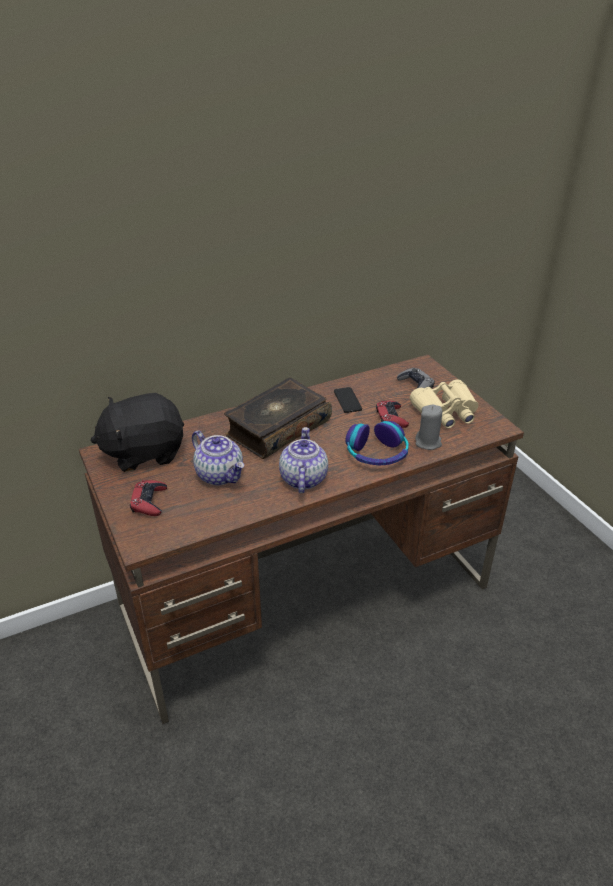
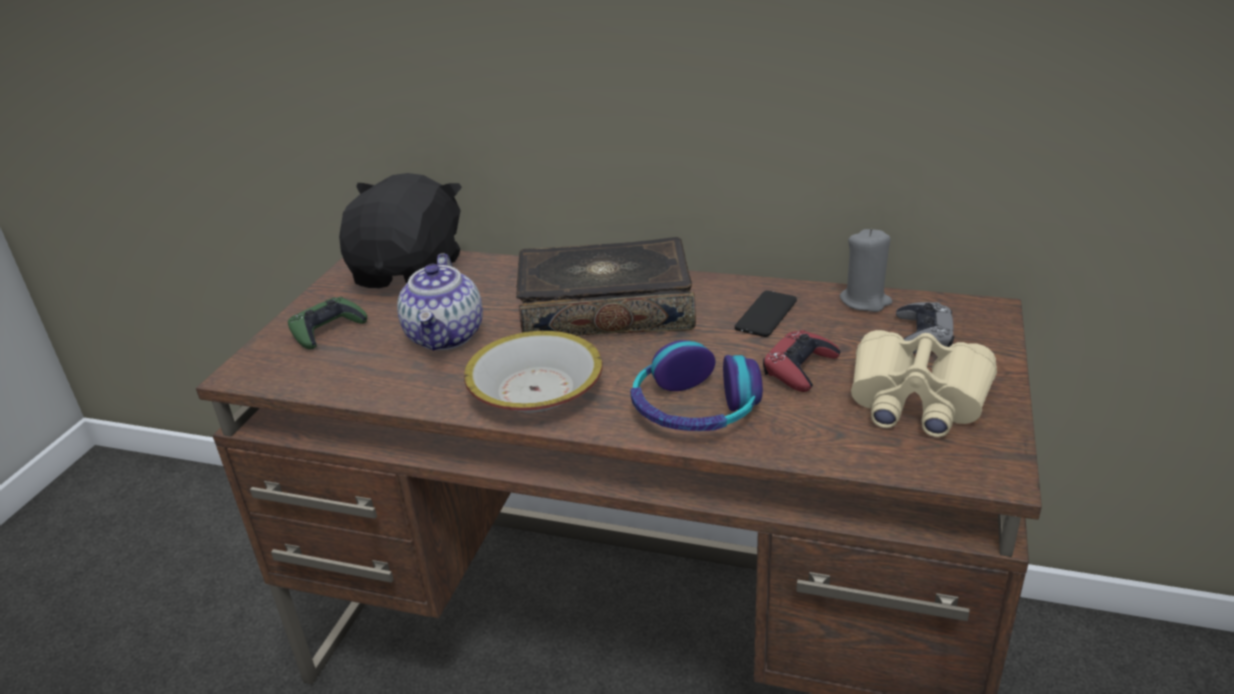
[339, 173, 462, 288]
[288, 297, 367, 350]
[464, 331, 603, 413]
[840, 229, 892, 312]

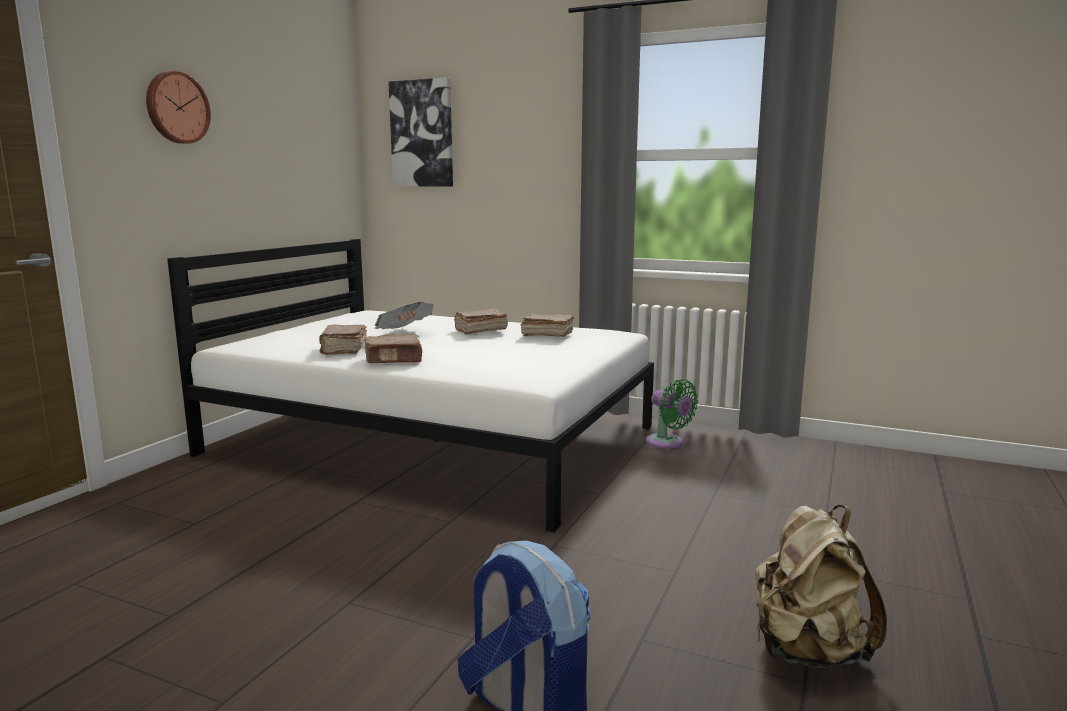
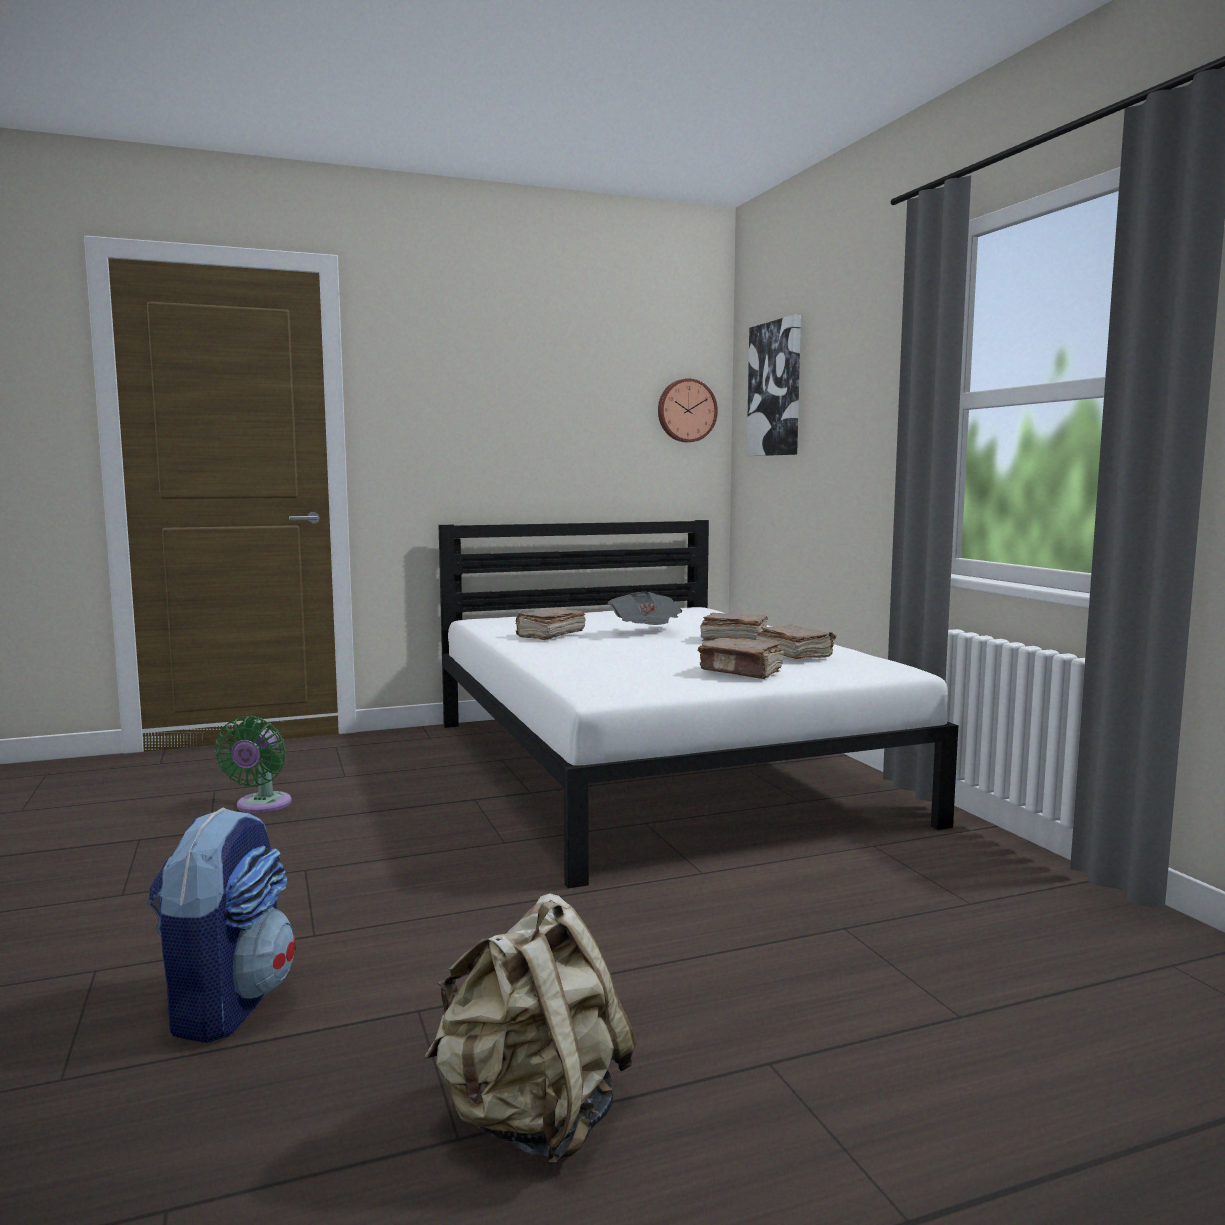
[658, 378, 718, 442]
[698, 638, 784, 679]
[215, 716, 292, 813]

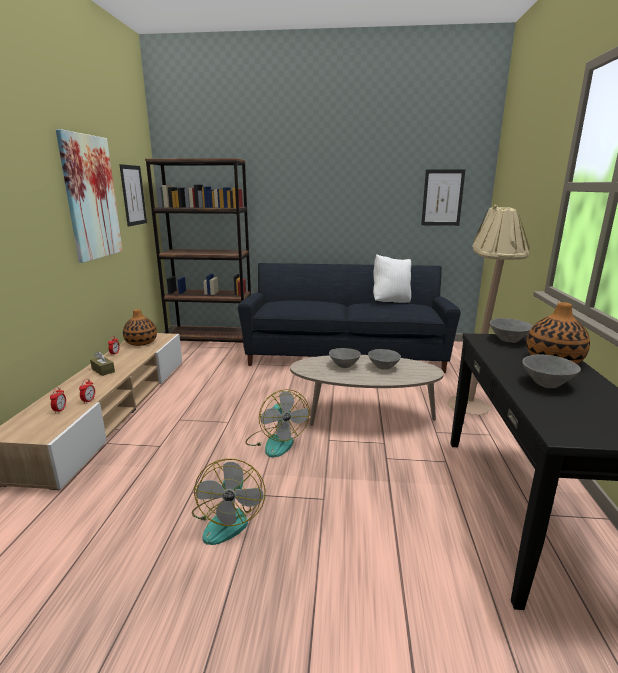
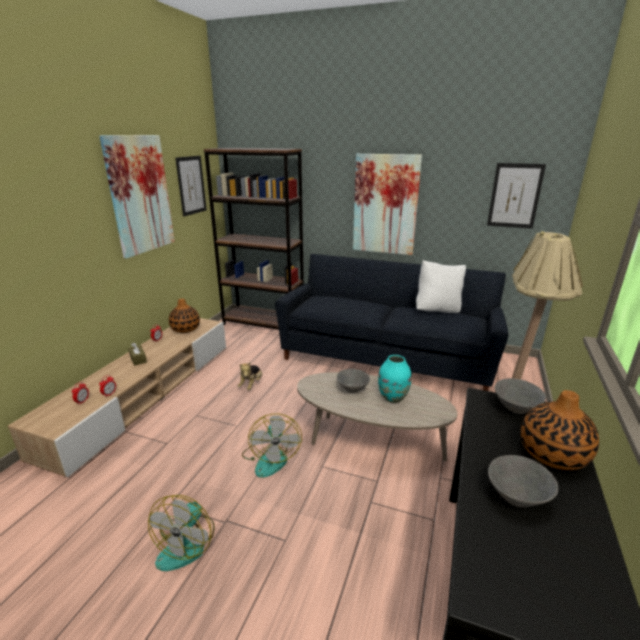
[378, 355, 411, 403]
[237, 362, 262, 390]
[353, 154, 422, 255]

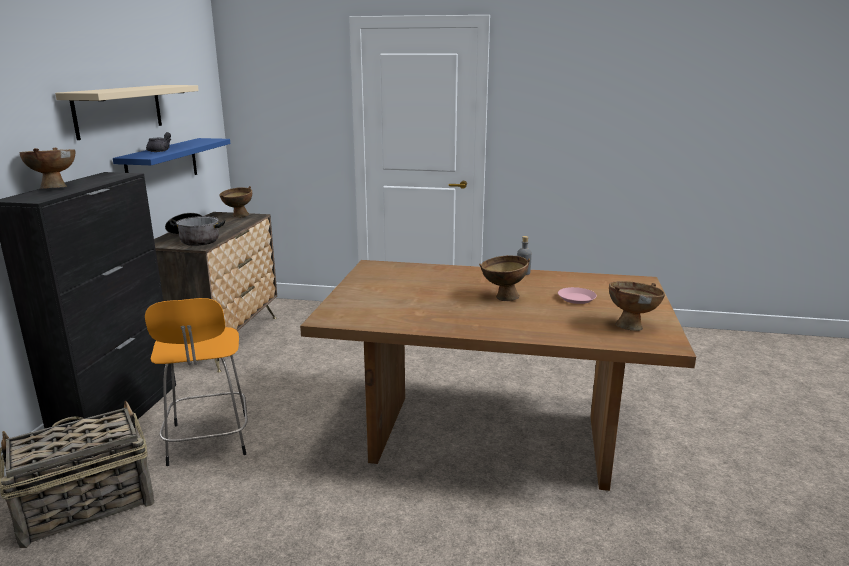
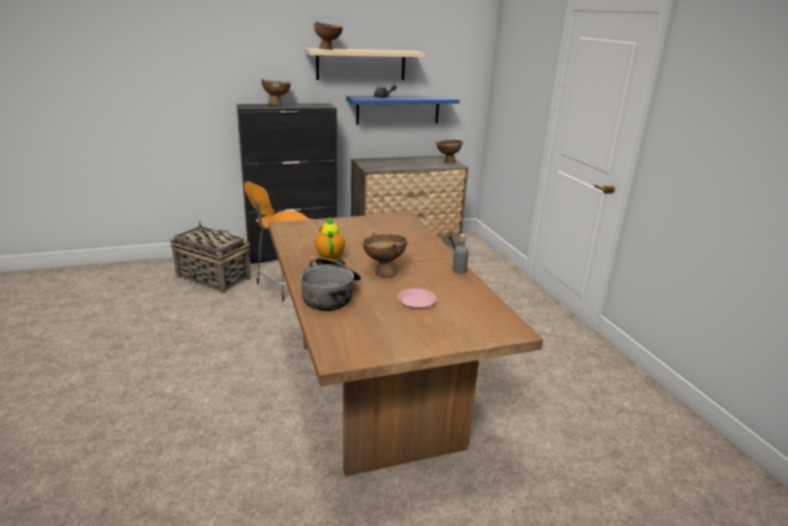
[300, 258, 361, 311]
[314, 21, 343, 50]
[315, 217, 345, 260]

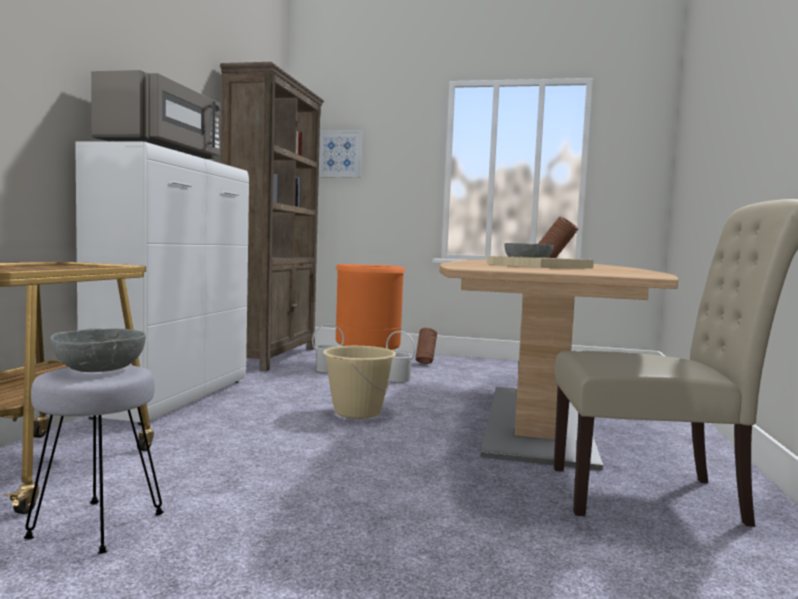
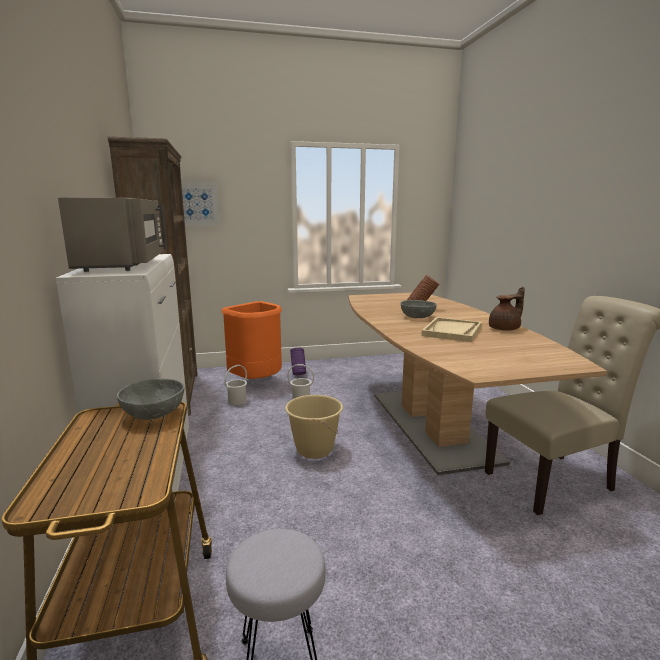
[117, 378, 184, 420]
[290, 348, 306, 375]
[489, 287, 525, 331]

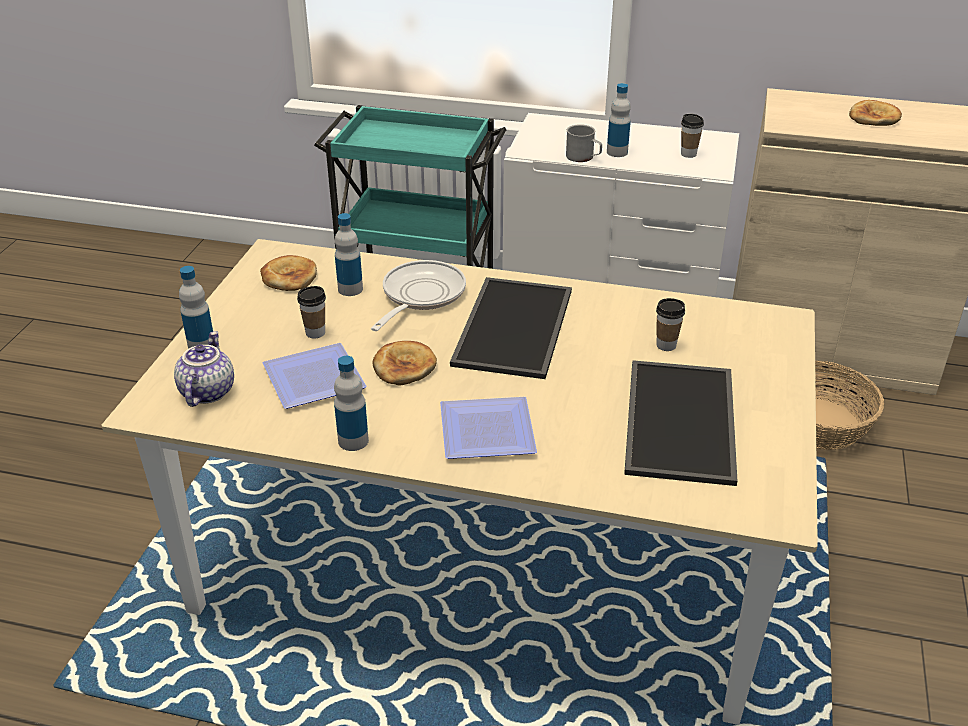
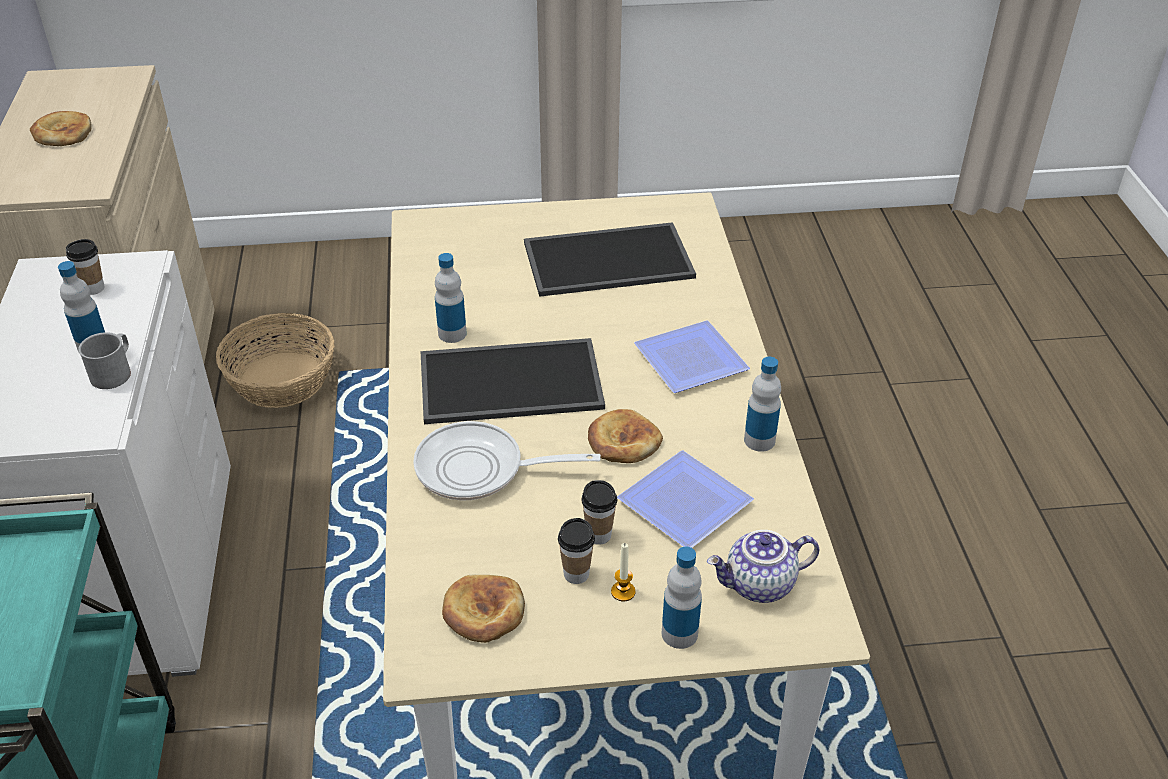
[435, 253, 467, 343]
[558, 518, 595, 584]
[611, 543, 635, 601]

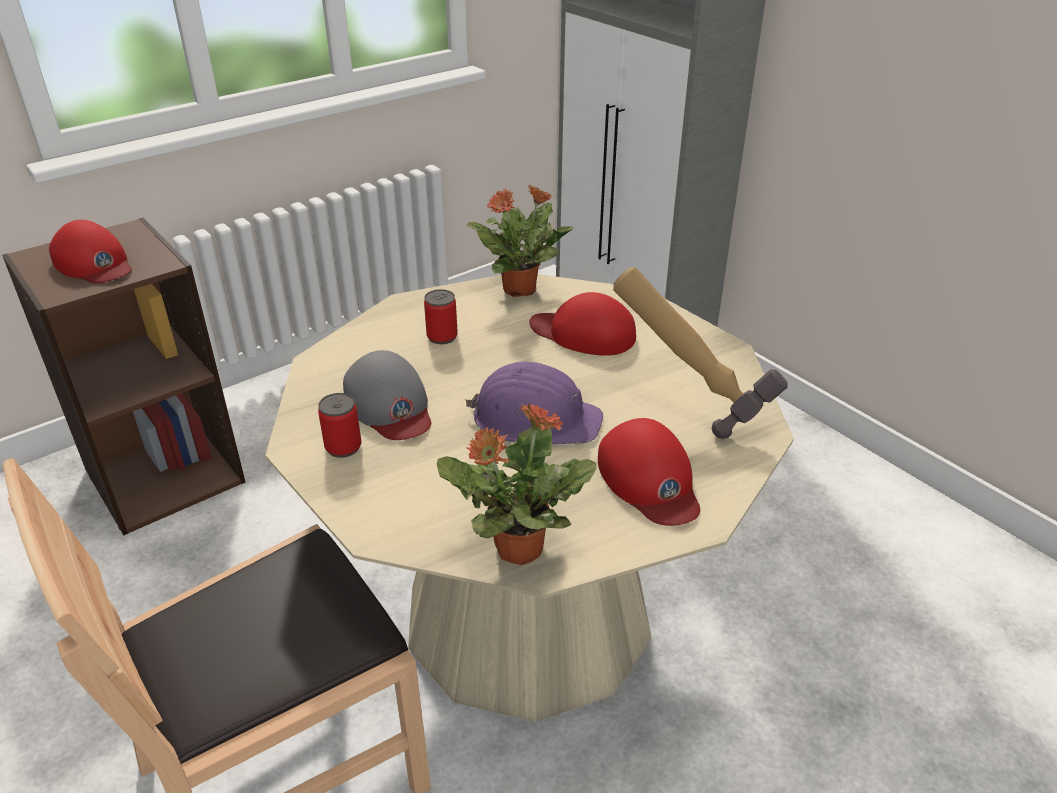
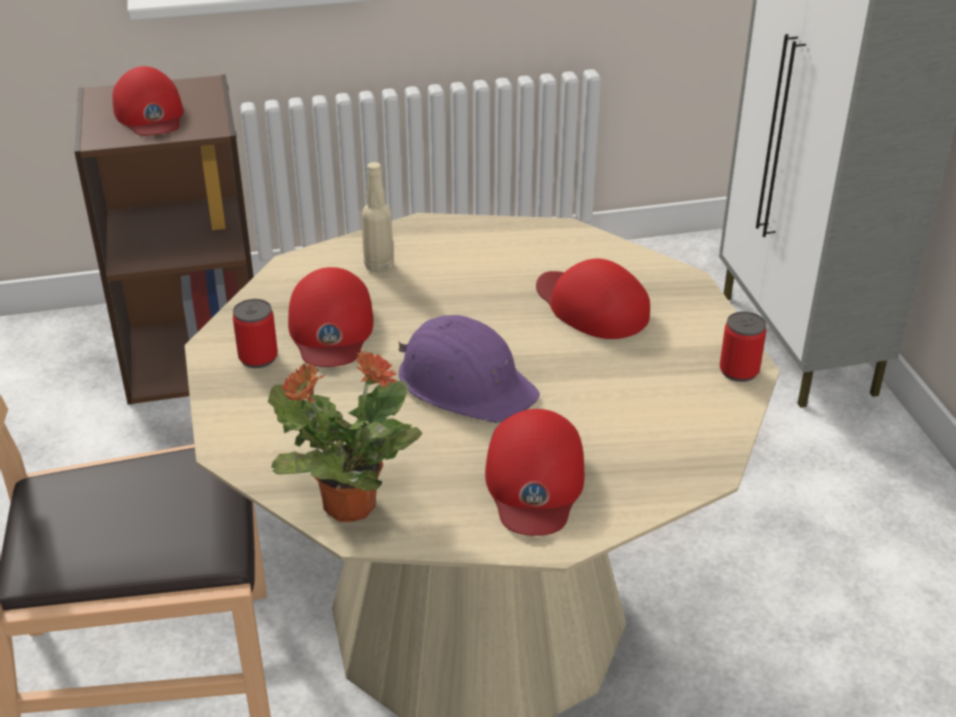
[288, 267, 373, 367]
[720, 312, 767, 382]
[467, 185, 574, 297] (first image)
[613, 268, 788, 439] (first image)
[362, 162, 394, 273]

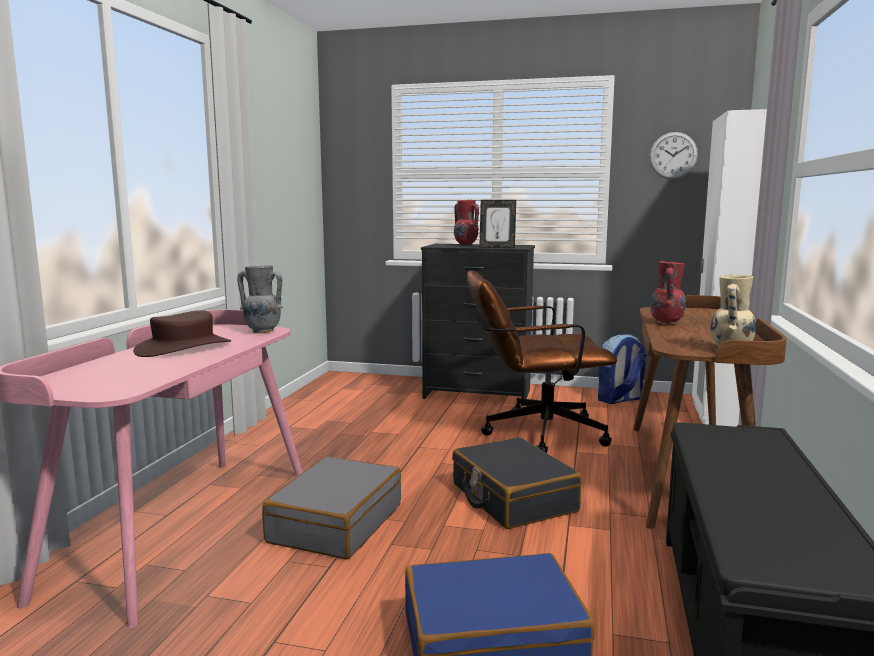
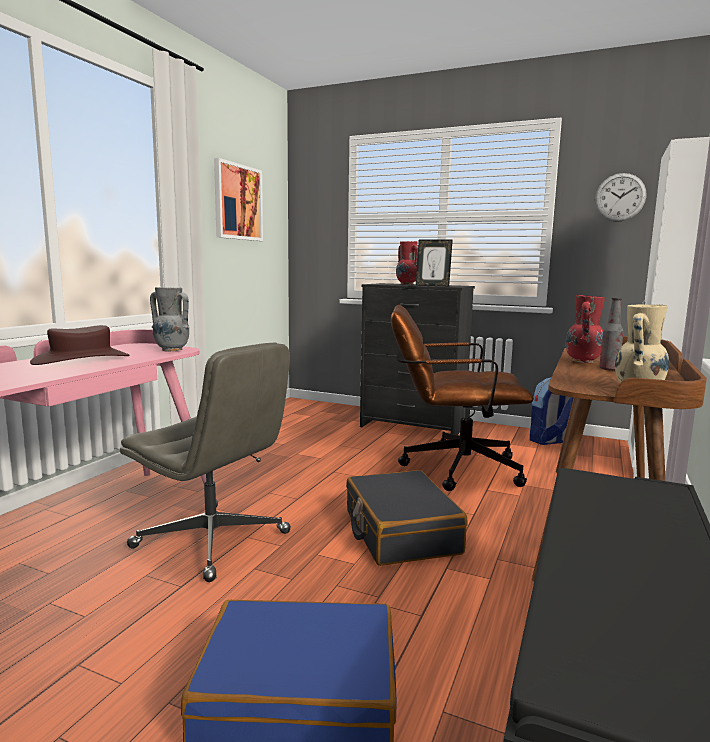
[120, 343, 291, 582]
[214, 158, 263, 241]
[599, 298, 624, 371]

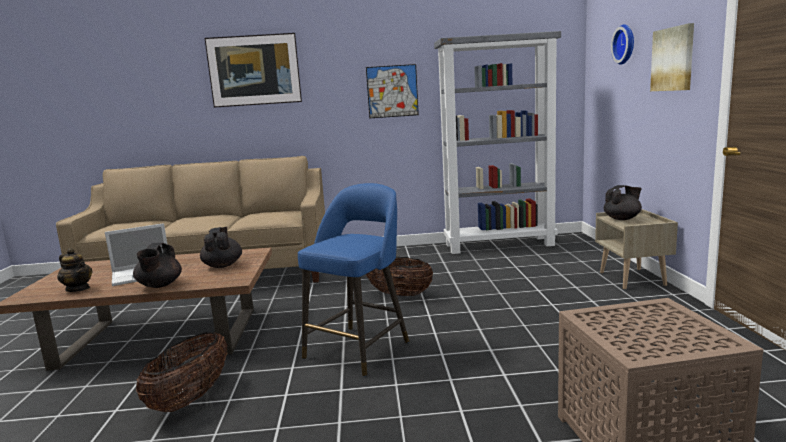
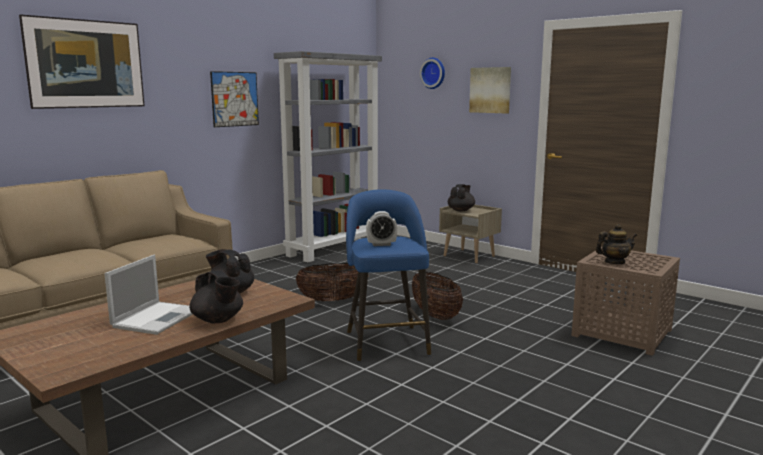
[596, 224, 637, 264]
[412, 272, 463, 320]
[366, 211, 397, 246]

